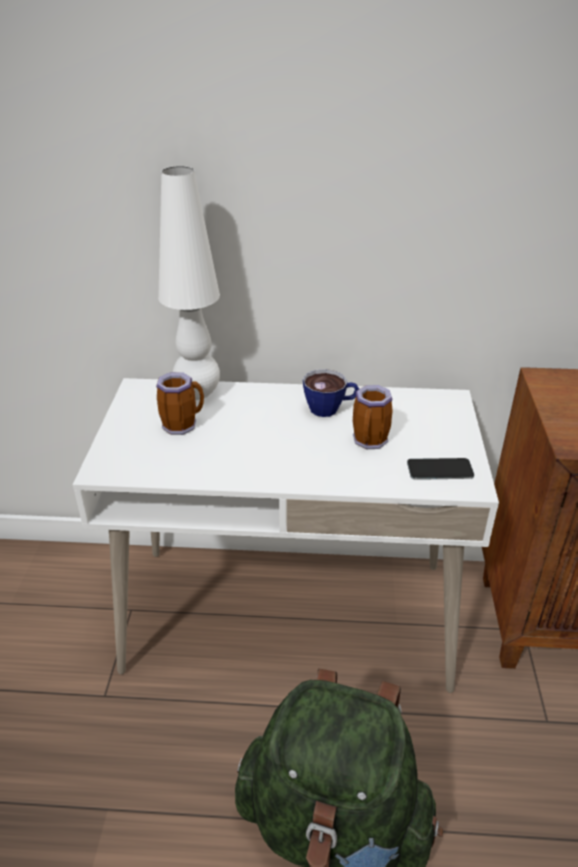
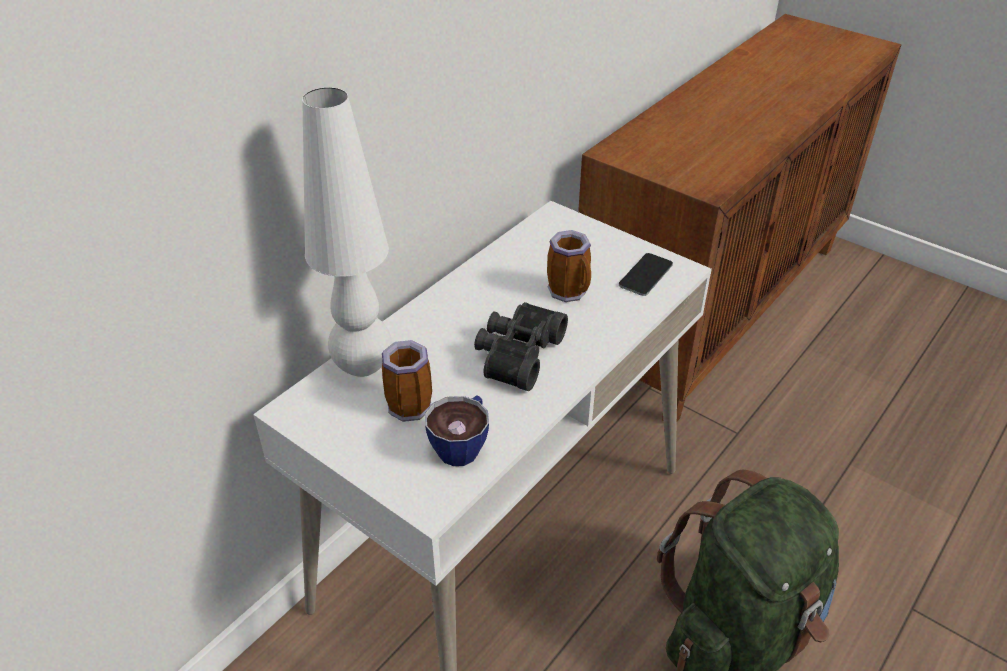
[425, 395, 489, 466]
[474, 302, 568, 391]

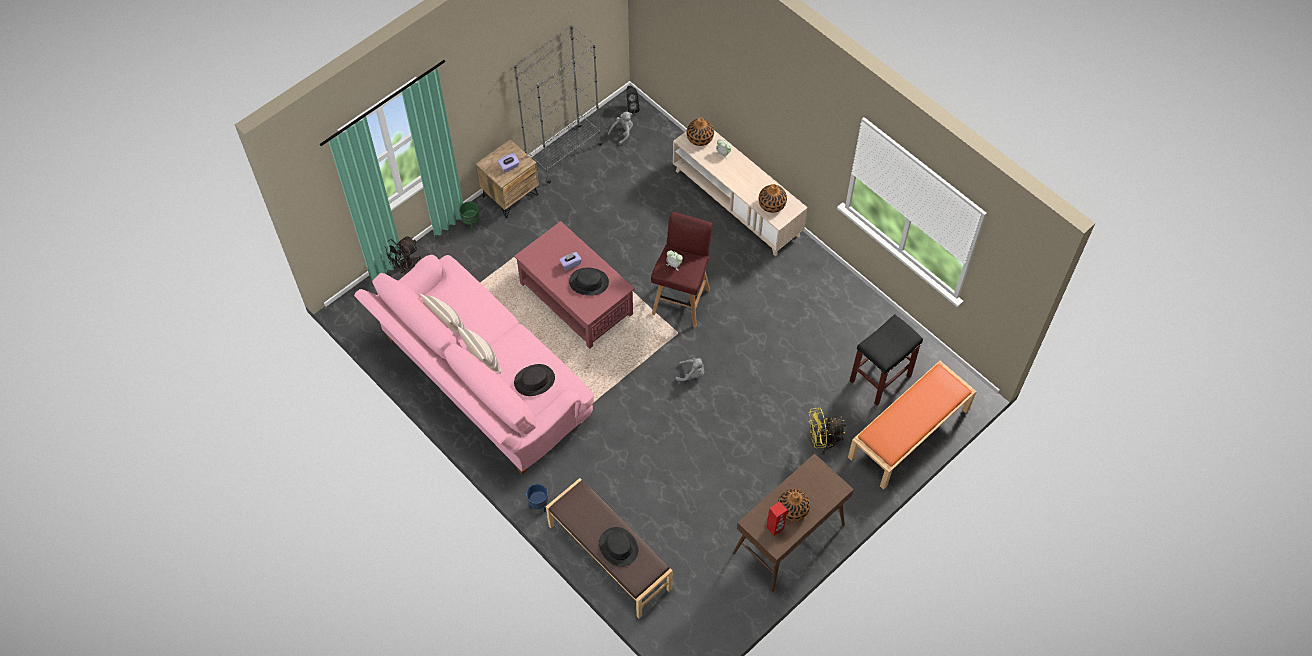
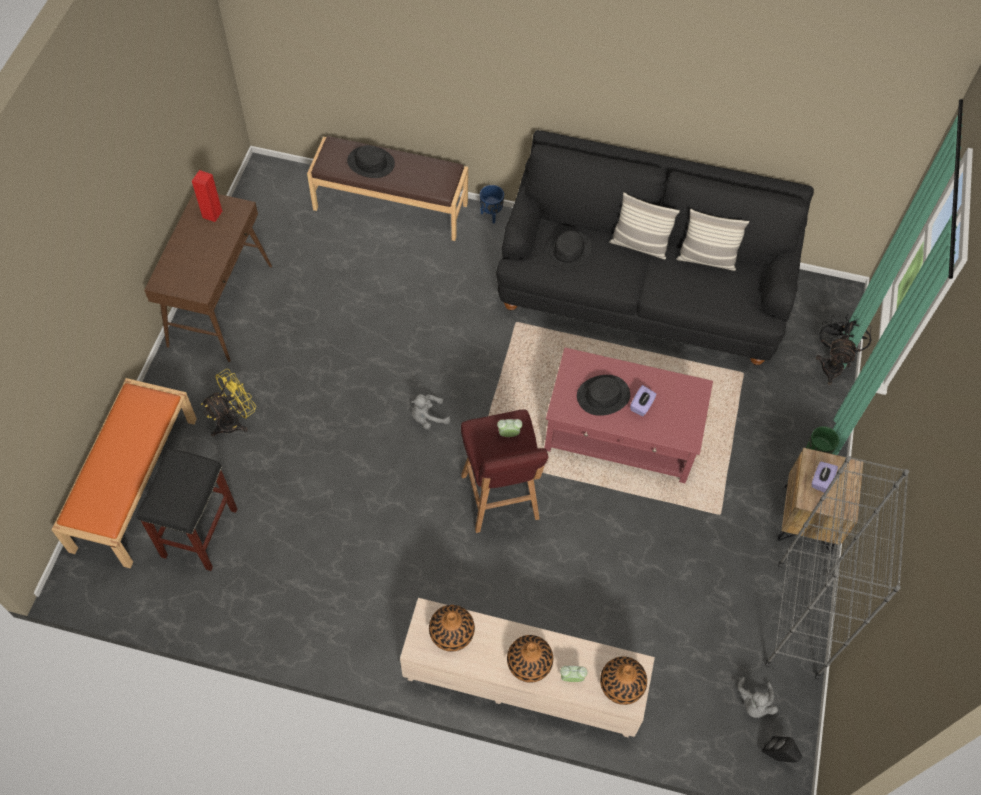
[496, 130, 814, 365]
[507, 635, 553, 683]

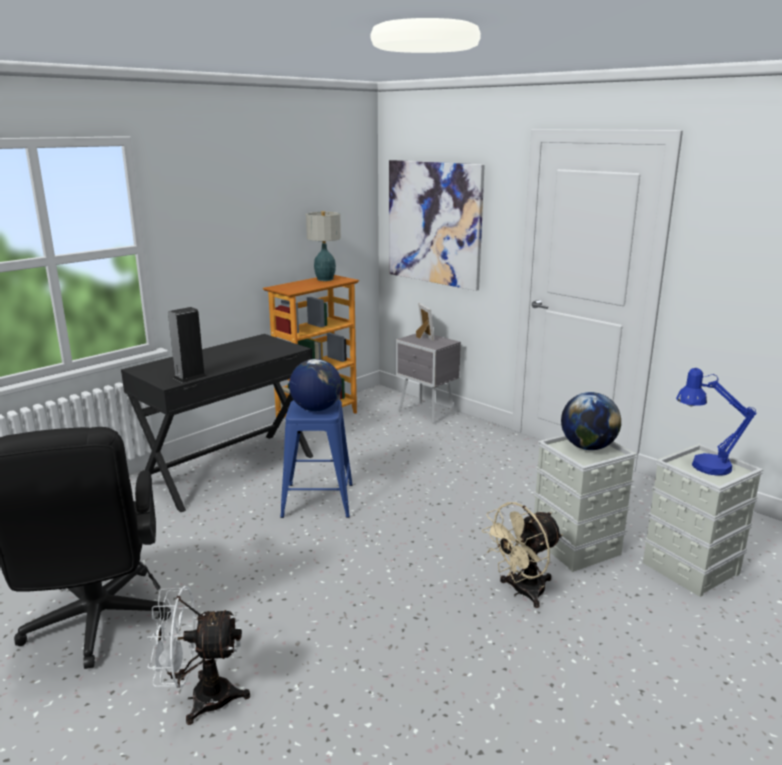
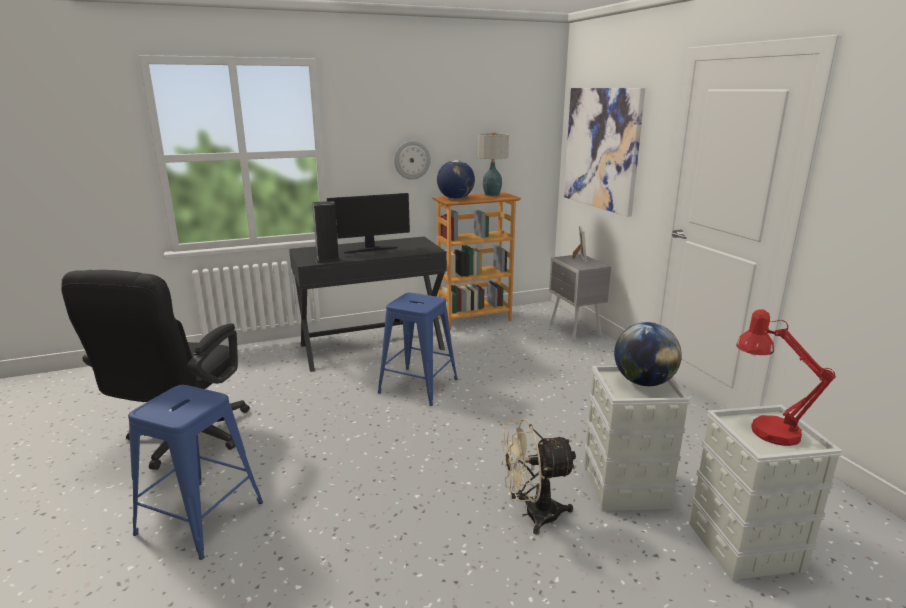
[128, 385, 263, 560]
[437, 160, 475, 199]
[736, 309, 836, 446]
[327, 193, 410, 253]
[394, 141, 431, 180]

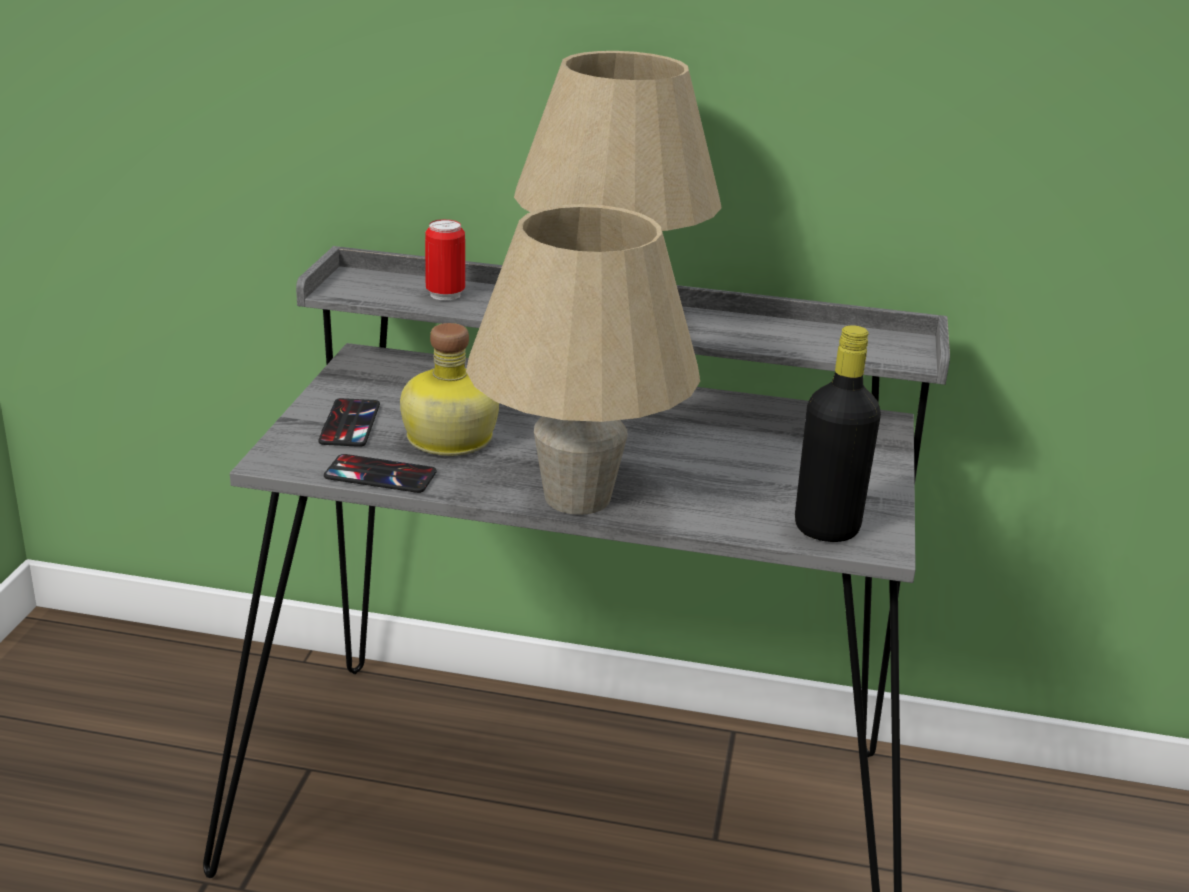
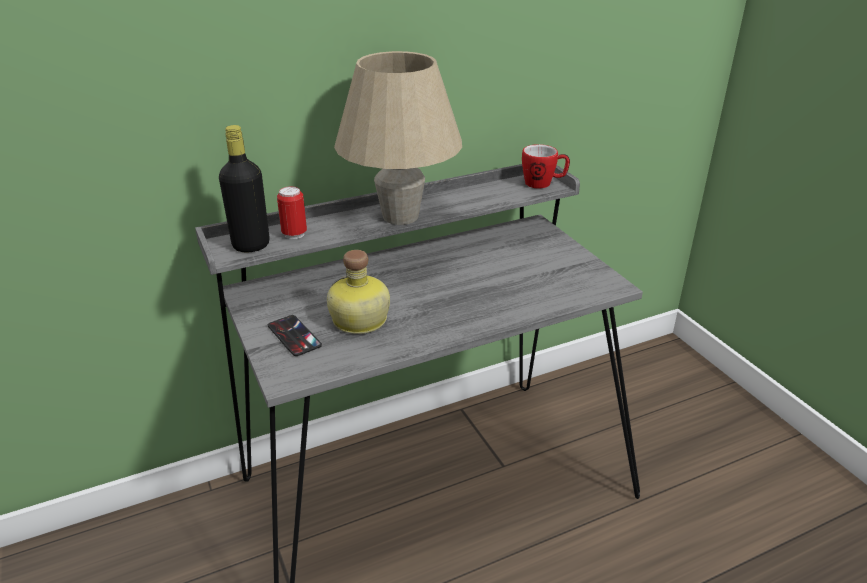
[324, 454, 437, 493] (first image)
[466, 204, 700, 515] (first image)
[219, 125, 269, 252]
[522, 144, 570, 189]

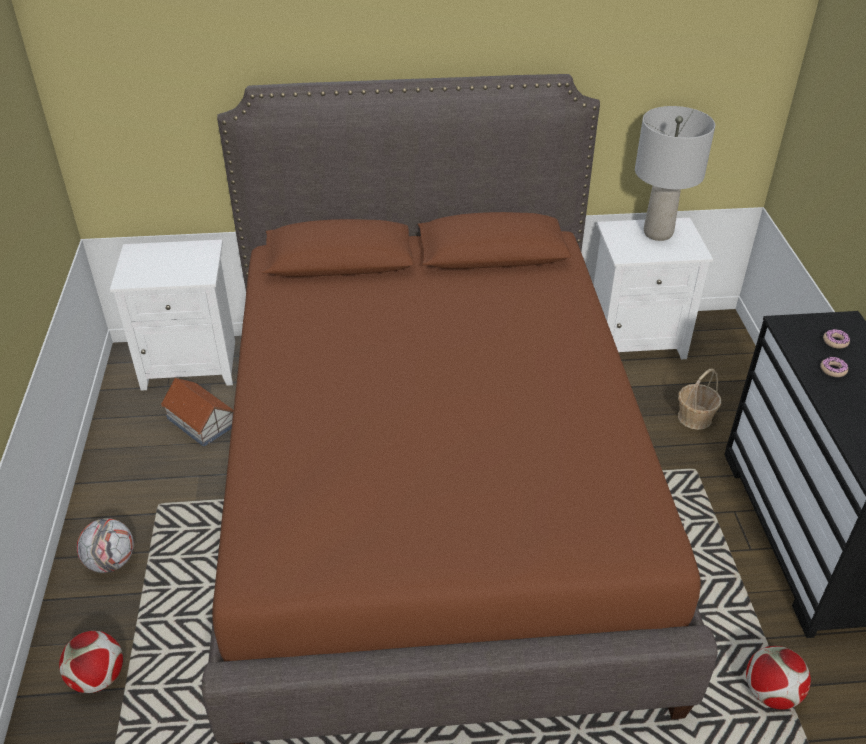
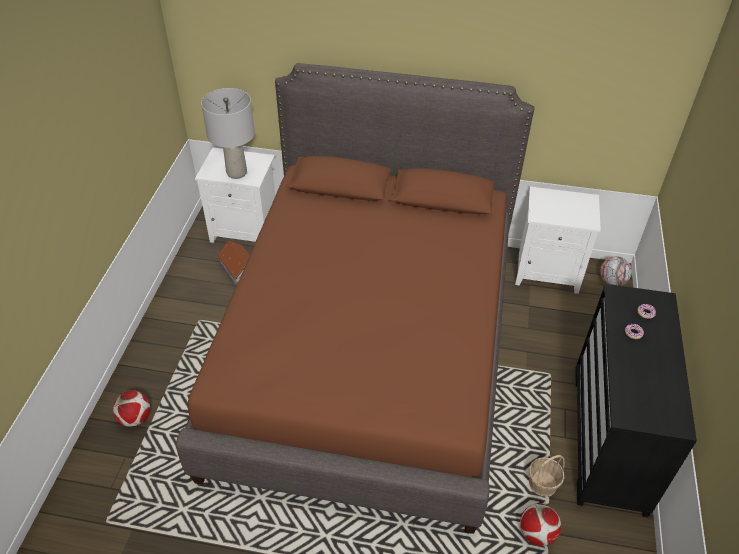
[600, 256, 632, 286]
[201, 88, 255, 179]
[529, 455, 565, 496]

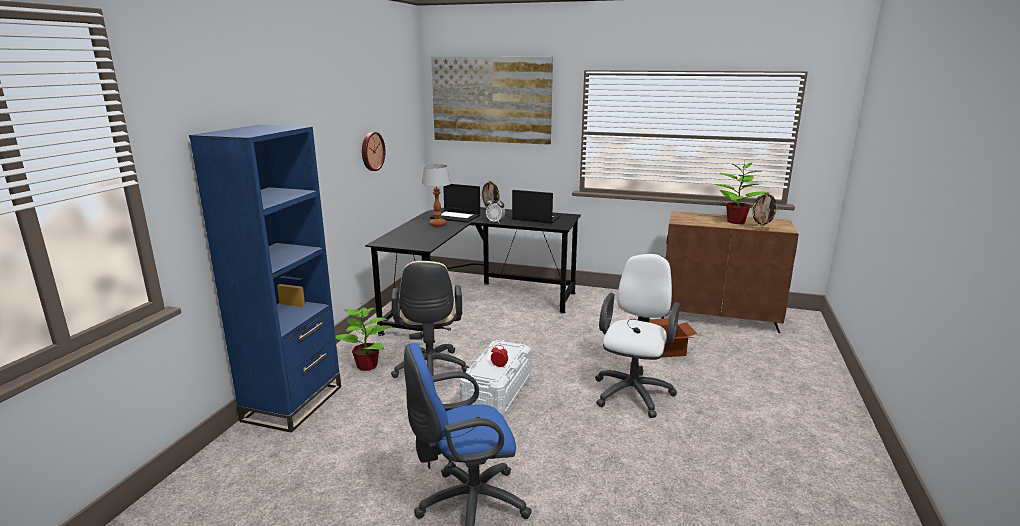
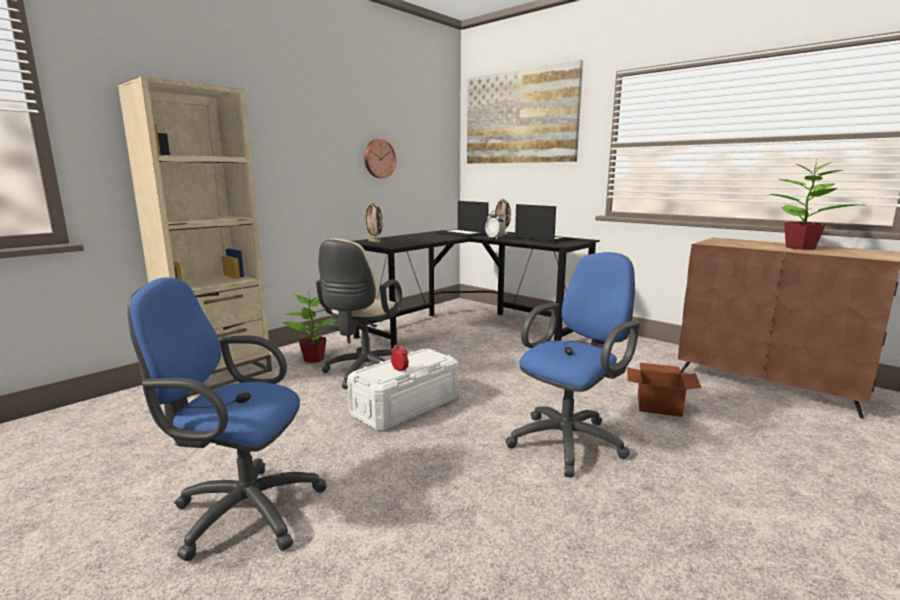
[118, 76, 272, 397]
[422, 164, 451, 227] (first image)
[505, 252, 640, 477]
[364, 202, 383, 243]

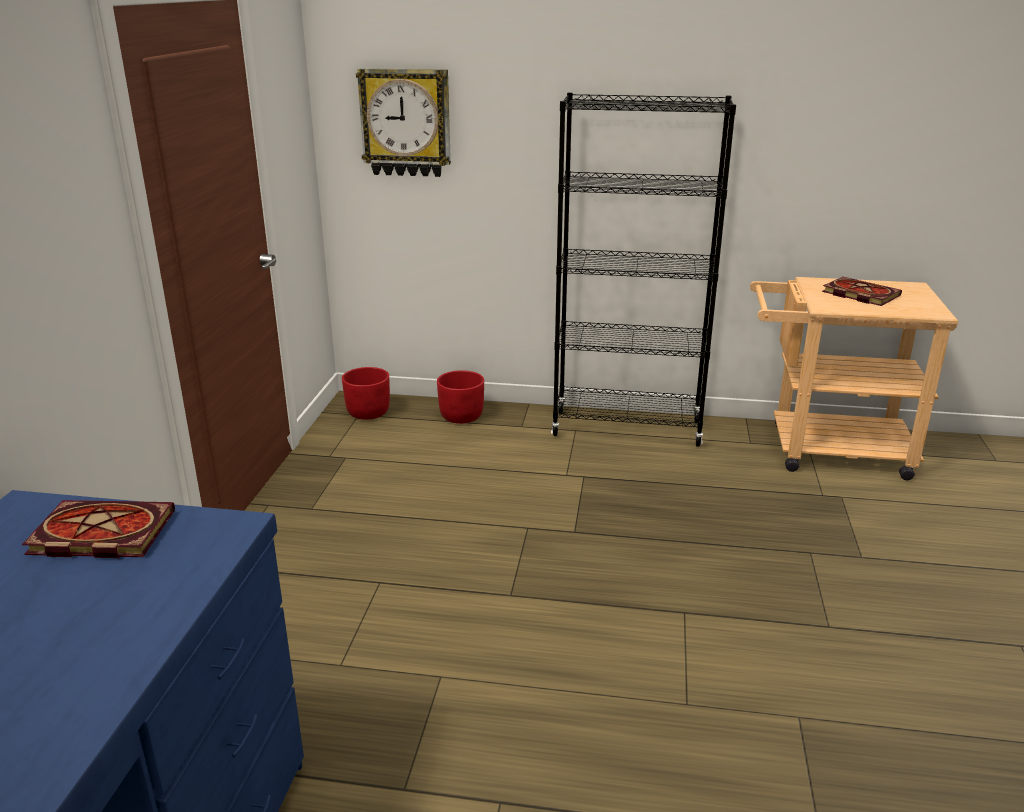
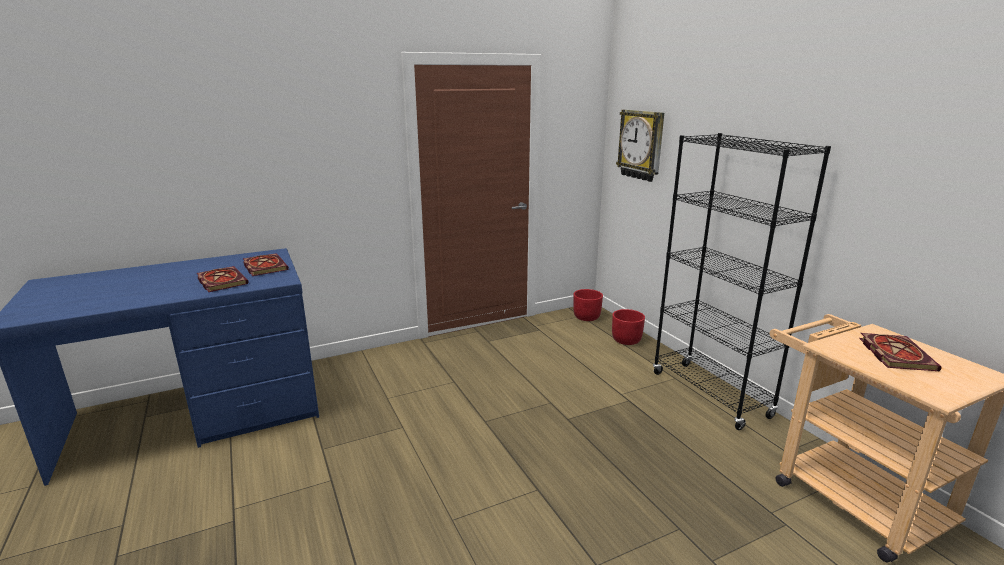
[197, 266, 249, 292]

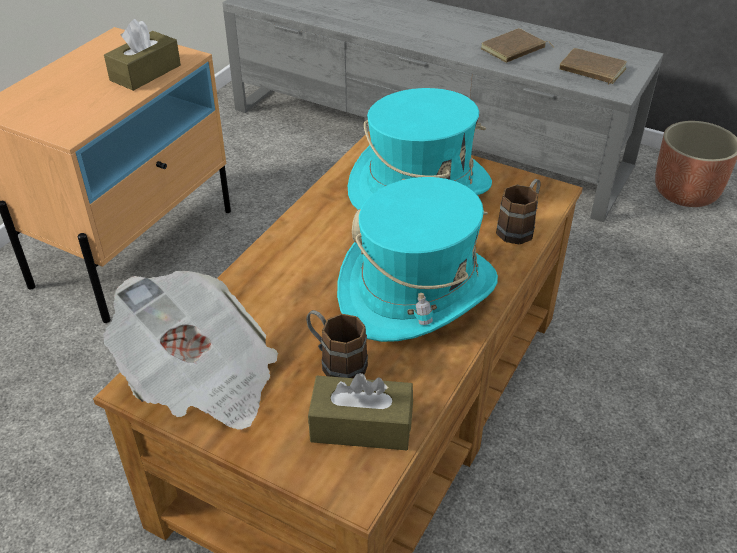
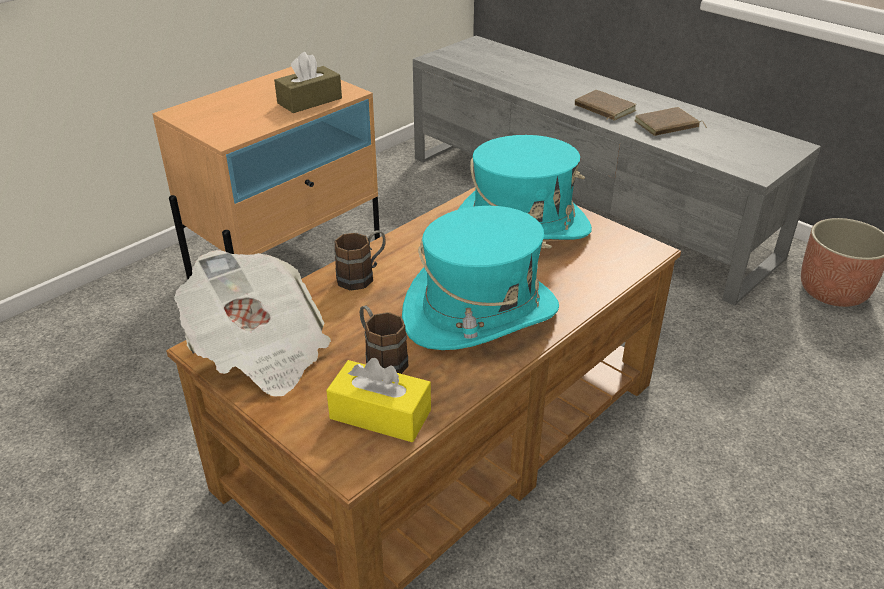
[326, 358, 431, 442]
[334, 230, 386, 291]
[575, 90, 636, 121]

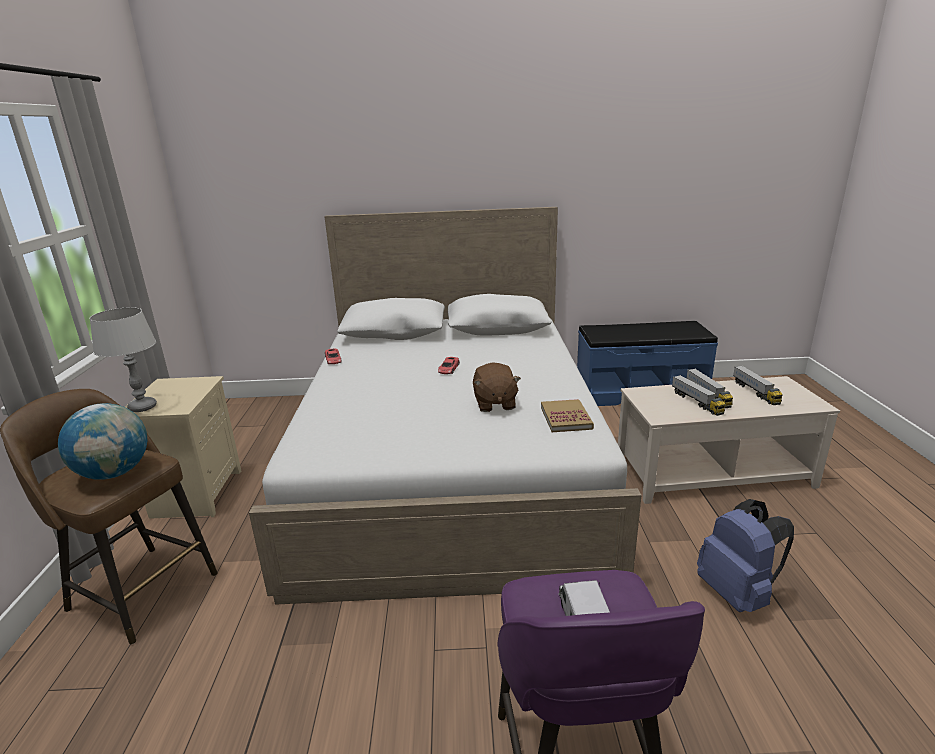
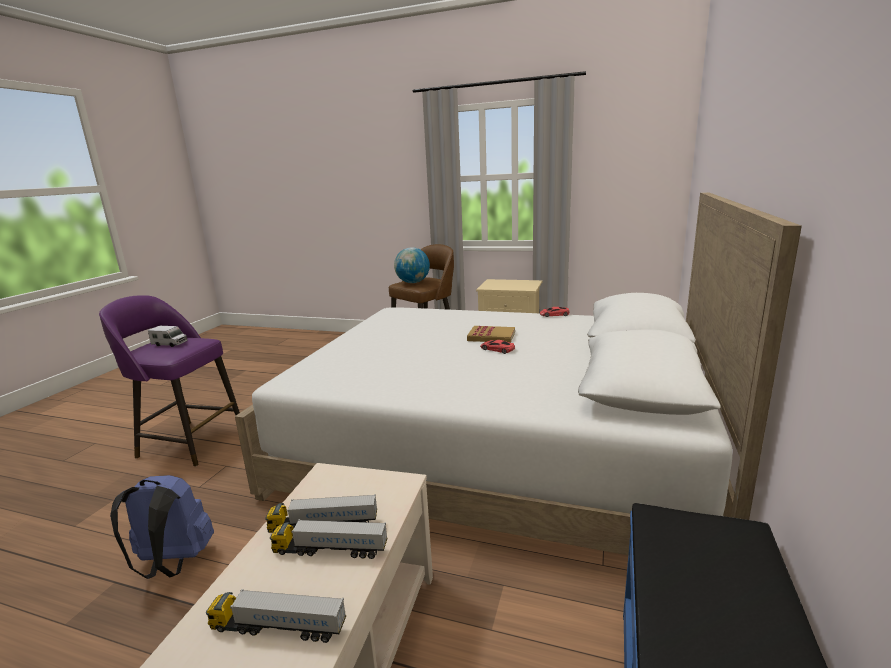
[90, 307, 157, 412] (first image)
[473, 362, 521, 412] (first image)
[467, 326, 515, 343]

